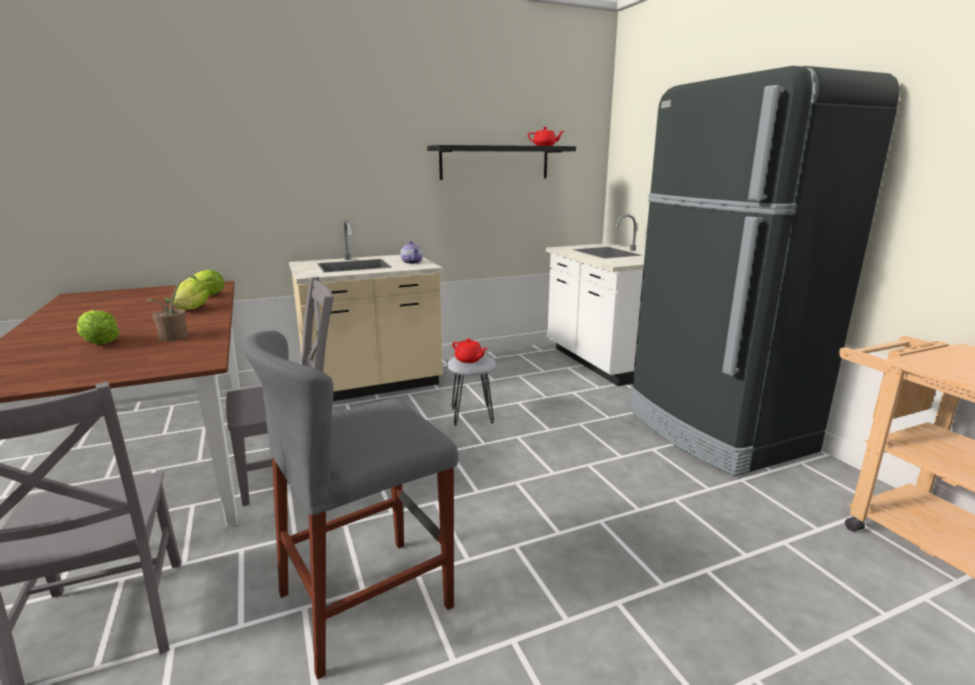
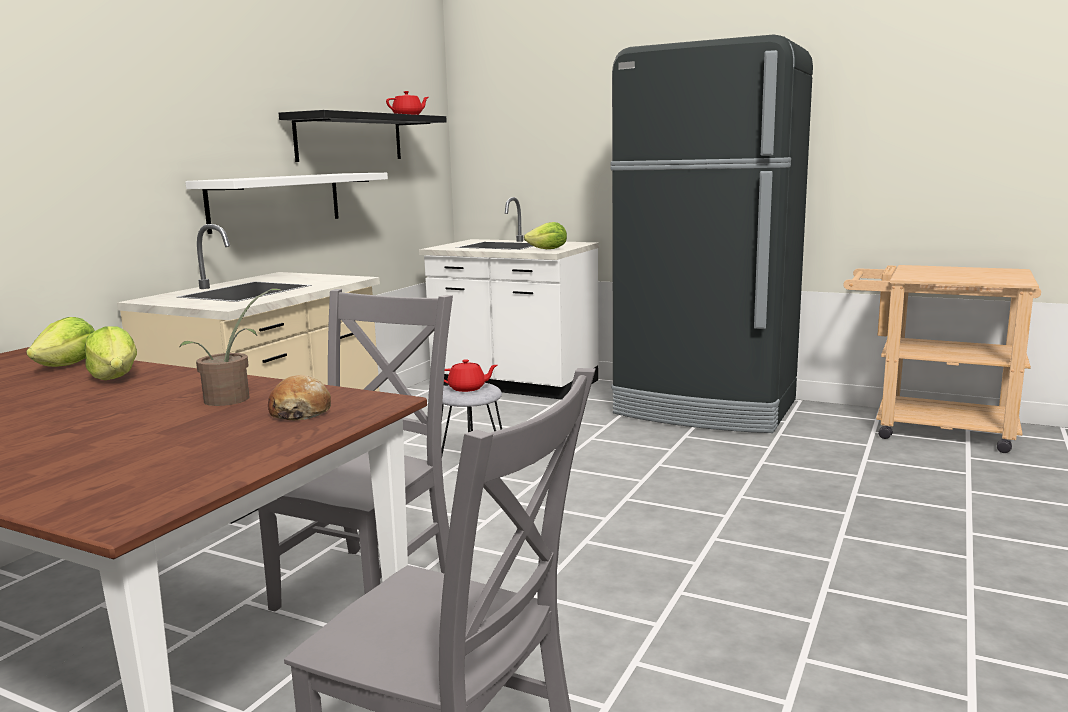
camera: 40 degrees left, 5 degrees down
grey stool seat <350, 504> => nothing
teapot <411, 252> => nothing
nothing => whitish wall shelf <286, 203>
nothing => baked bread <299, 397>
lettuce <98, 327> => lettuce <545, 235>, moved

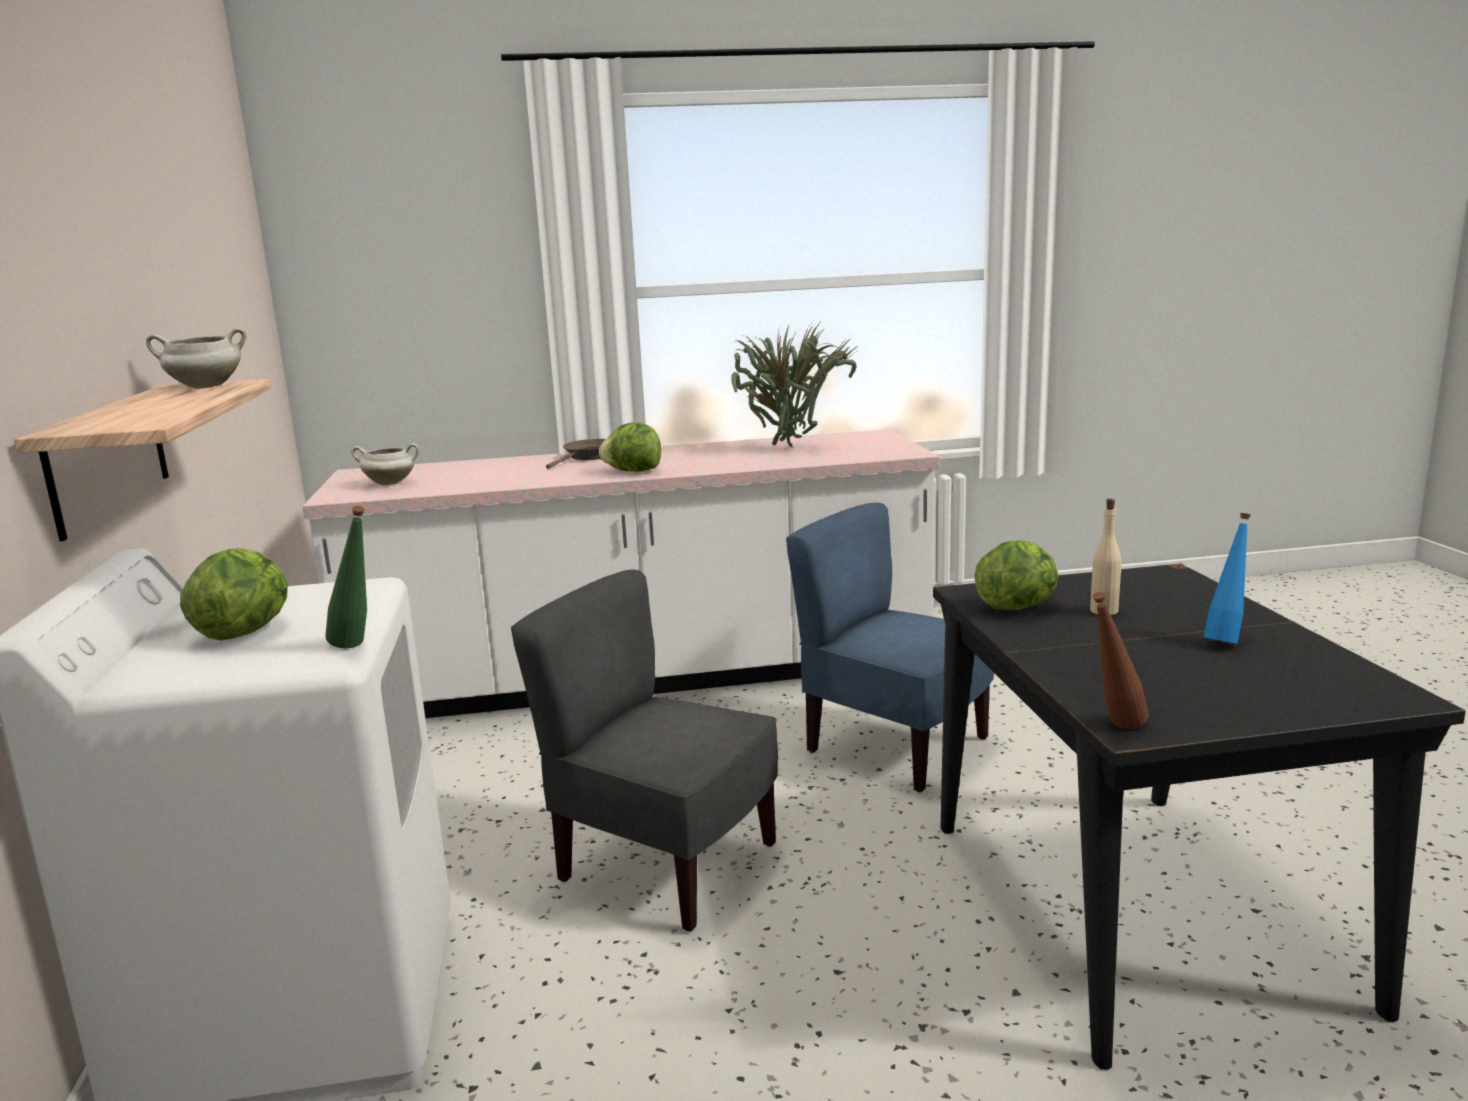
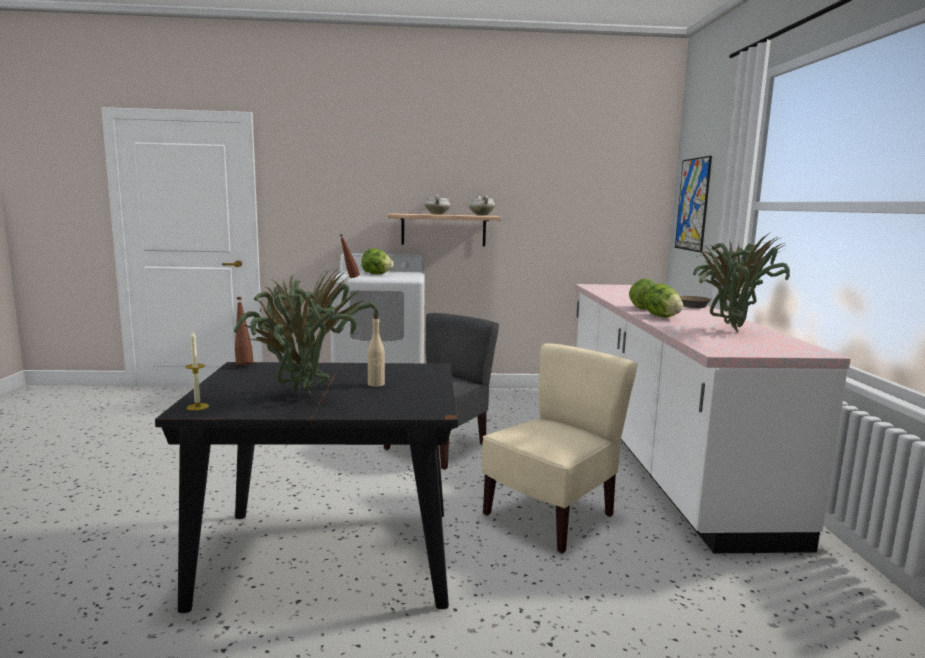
camera: 95 degrees right, 5 degrees down
nothing => wax light <197, 371>
nothing => wall picture <693, 204>
whitish cooking pot <385, 464> => whitish cooking pot <437, 205>, moved
lettuce <1016, 575> => lettuce <663, 300>, moved
bluish beverage bottle <1227, 578> => plant in a pot <306, 332>
green beverage bottle <346, 577> => brownish beverage bottle <349, 256>
bluish upright chair <890, 647> => sand-coloured upright chair <560, 448>

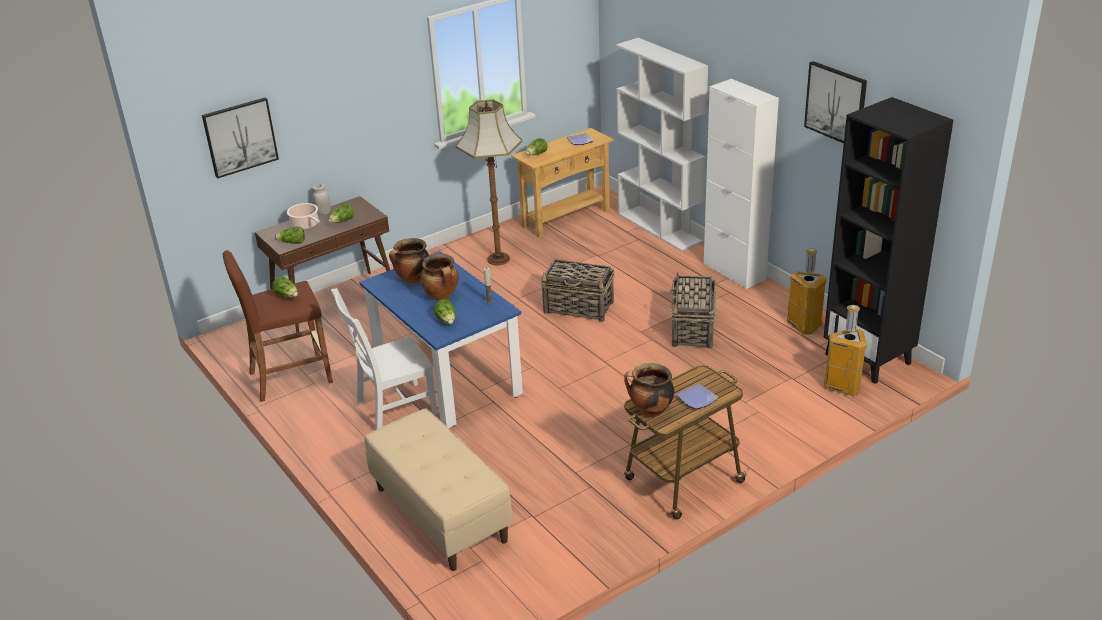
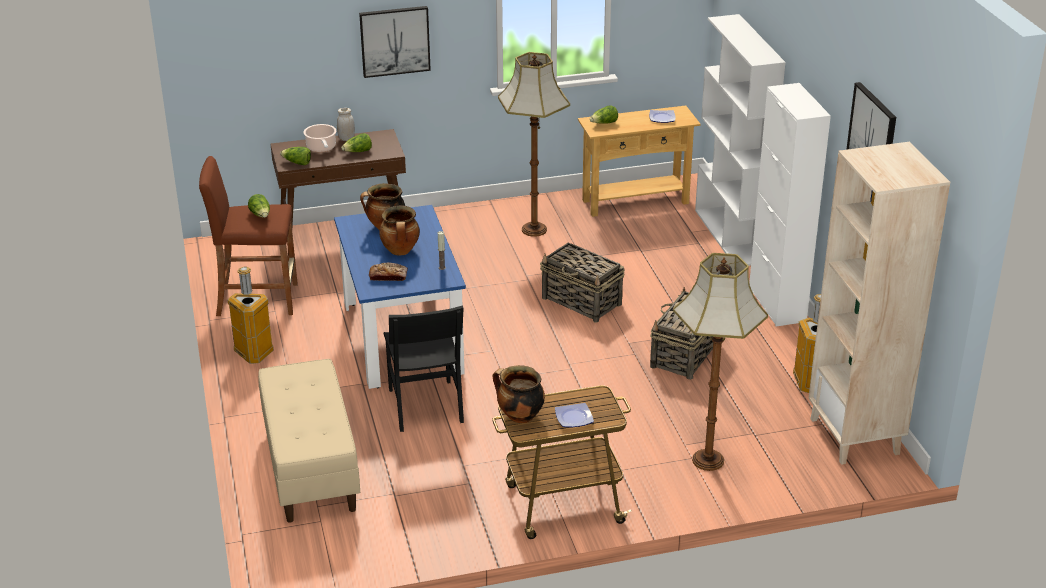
camera: 20 degrees right, 0 degrees up
whitish upright chair <384, 359> => nothing
nothing => black upright chair <424, 368>
nothing => standard lamp <720, 362>
wall picture <240, 138> => wall picture <395, 42>, moved
rubbish bin <845, 350> => rubbish bin <250, 315>, moved
lettuce <445, 311> => baked bread <388, 272>
black bookshelf <888, 240> => sand-coloured bookshelf <879, 303>

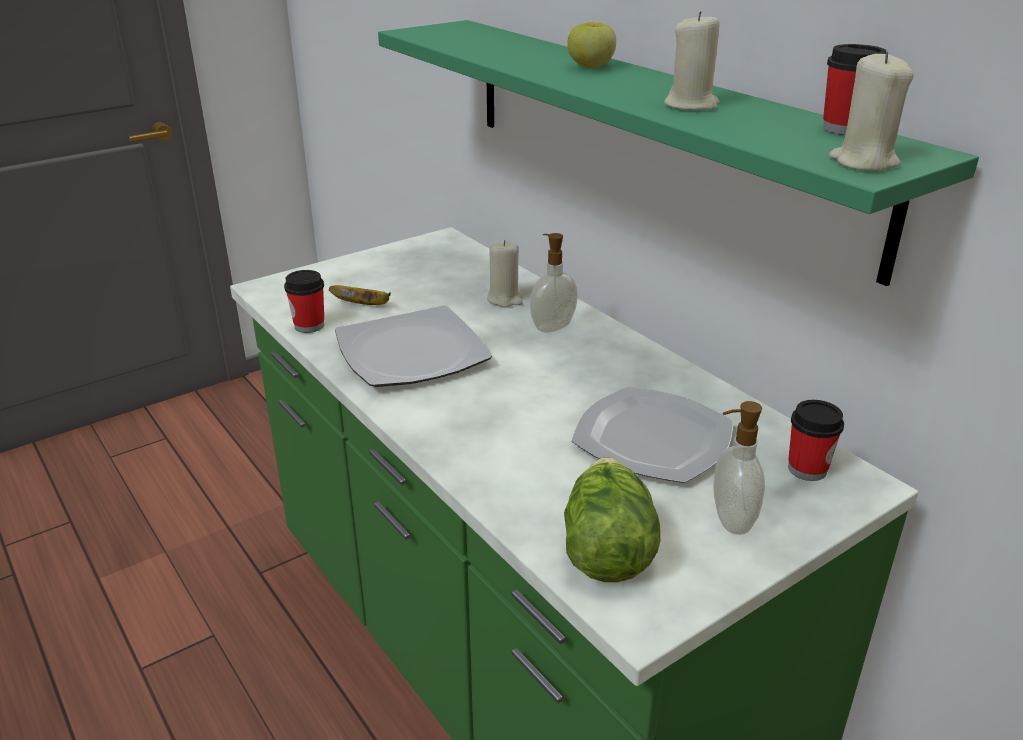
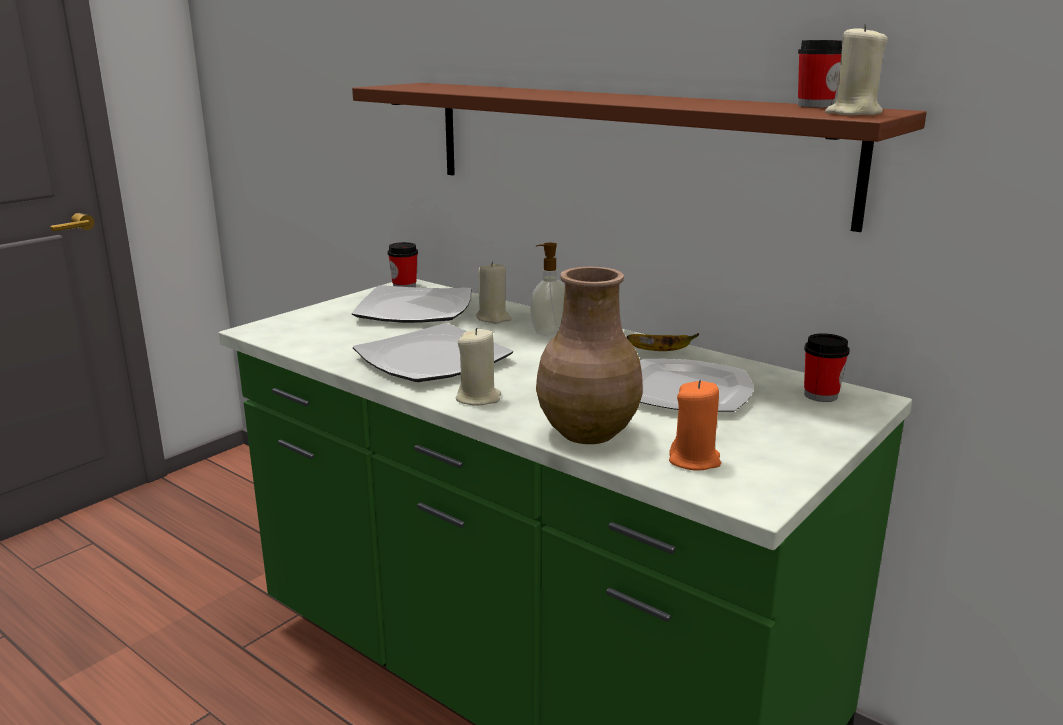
camera: 15 degrees left, 10 degrees down
apple <591, 45> => nothing
soap dispenser <739, 468> => nothing
nothing => dinner plate <411, 304>
nothing => brownish flower vase <589, 355>
drinking cup <304, 301> => drinking cup <403, 264>, moved
banana fruit <360, 295> => banana fruit <663, 342>, moved
sand-coloured wax light <691, 60> => sand-coloured wax light <478, 367>, moved
lettuce <612, 519> => orange wax light <695, 425>
green wall shelf <678, 153> => brownish wall shelf <639, 157>

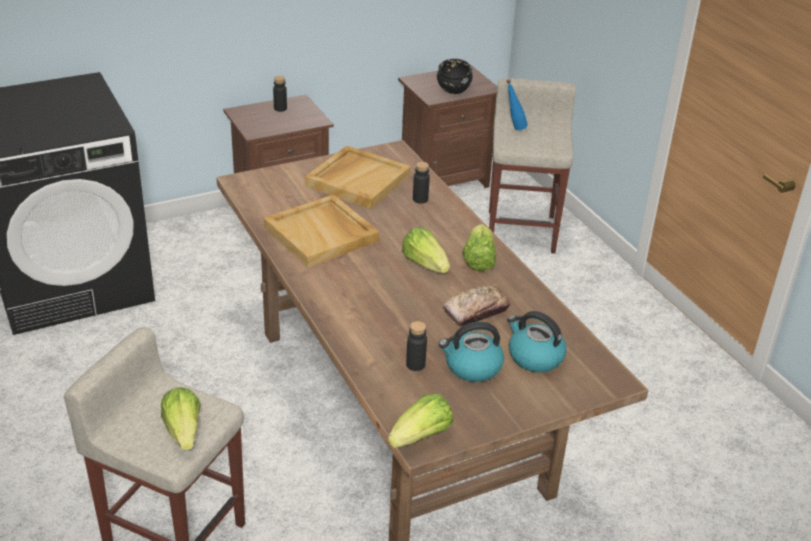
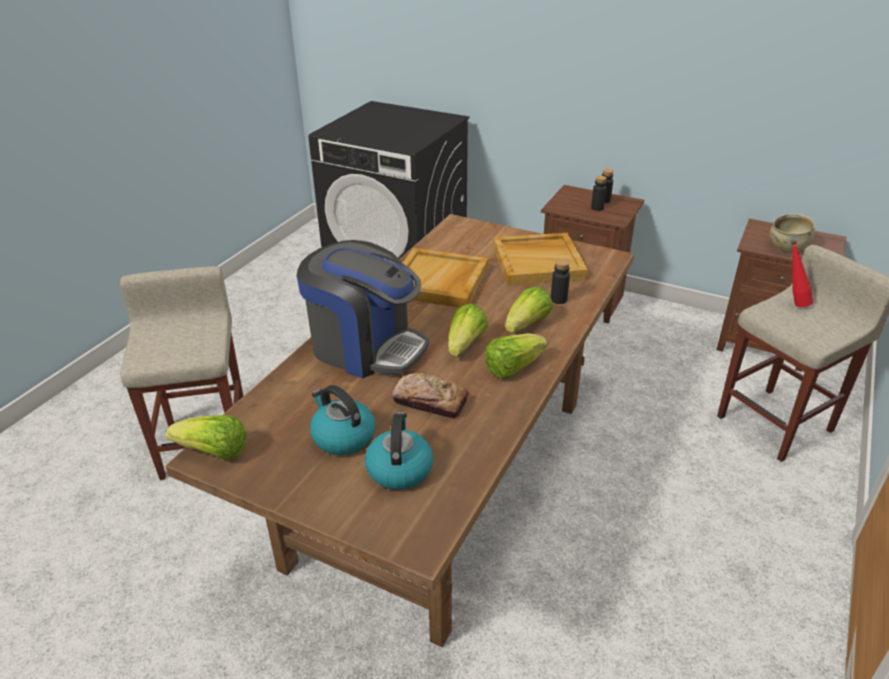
camera: 55 degrees right, 0 degrees up
nothing => coffee brewer <363, 309>
lettuce <181, 419> => lettuce <529, 309>, moved
black beverage bottle <416, 346> => black beverage bottle <598, 193>, moved
black serving bowl <455, 76> => sand-coloured serving bowl <792, 233>
bluish beverage bottle <517, 104> => reddish beverage bottle <802, 273>

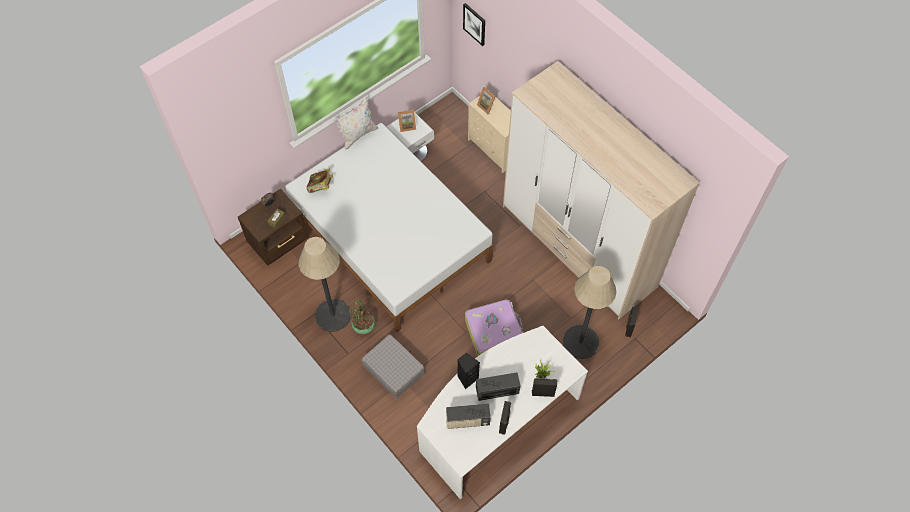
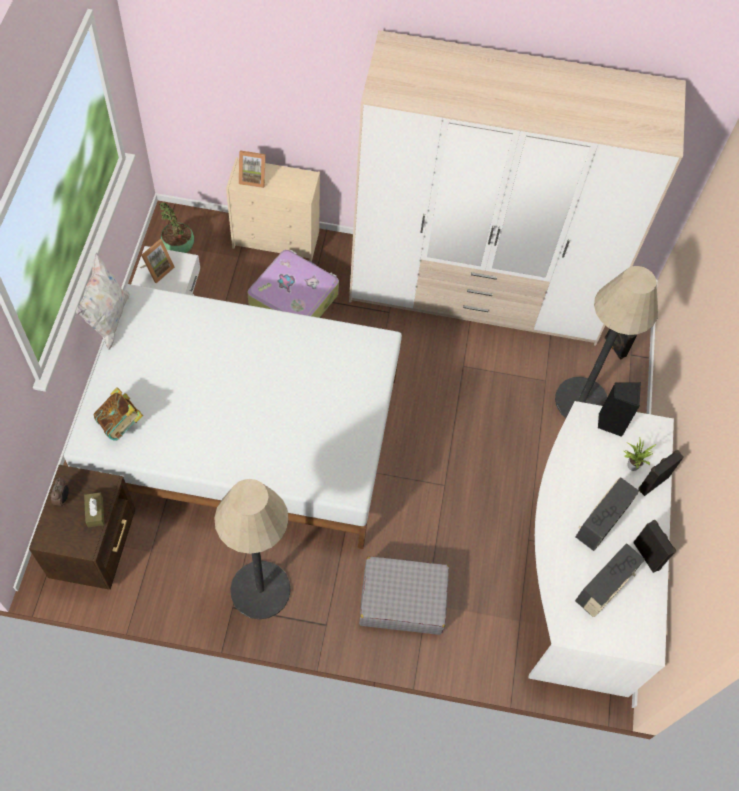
camera: 45 degrees left, 0 degrees up
wall picture <474, 24> => nothing
plant in a pot <363, 317> => plant in a pot <176, 228>, moved
black speaker <468, 371> => black speaker <619, 409>, moved
travel case <494, 327> => travel case <293, 284>, moved

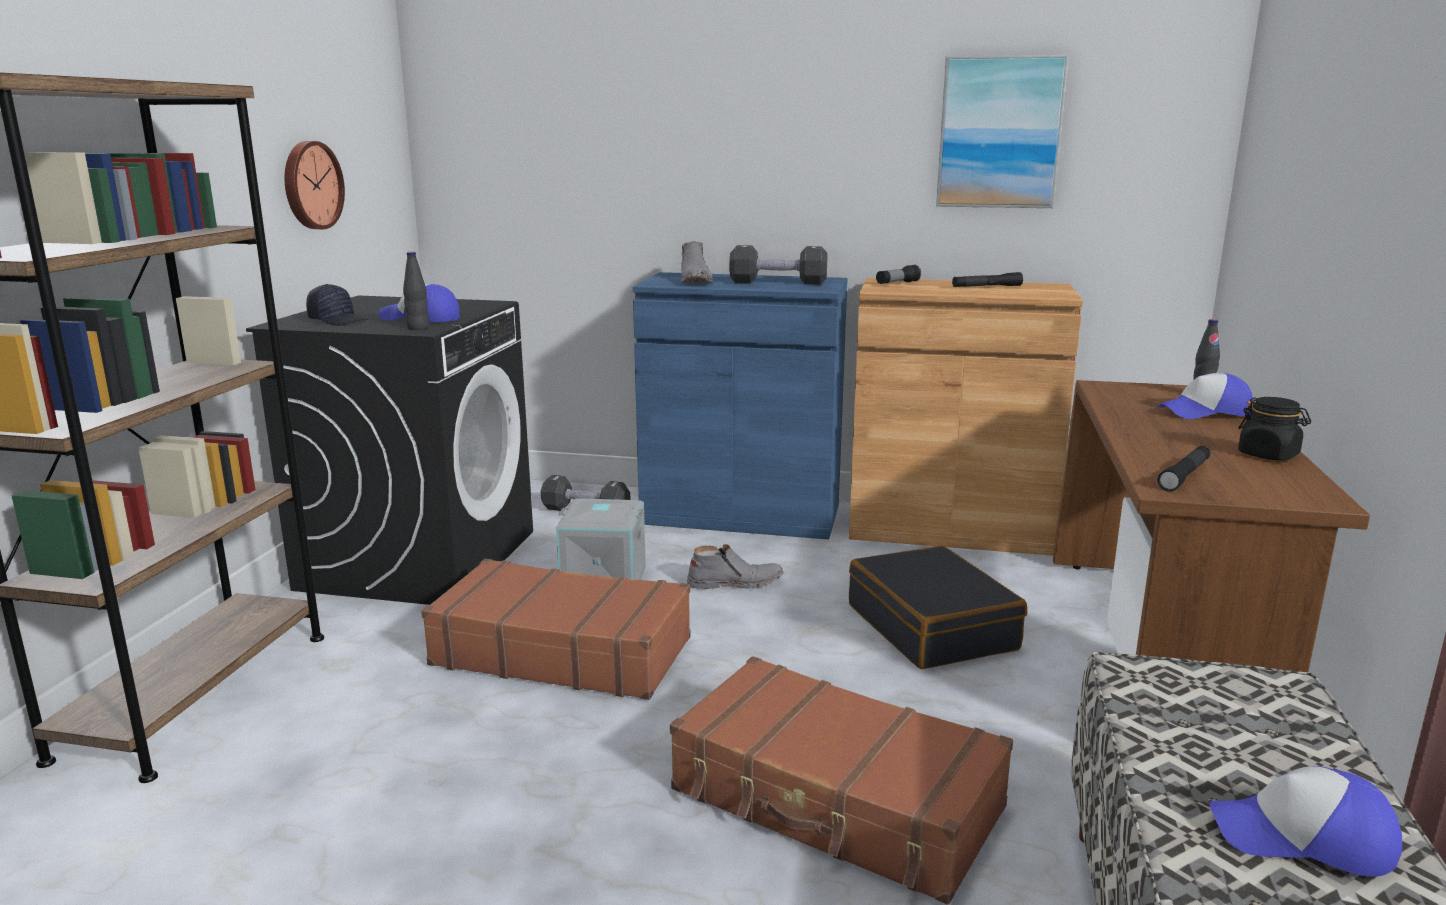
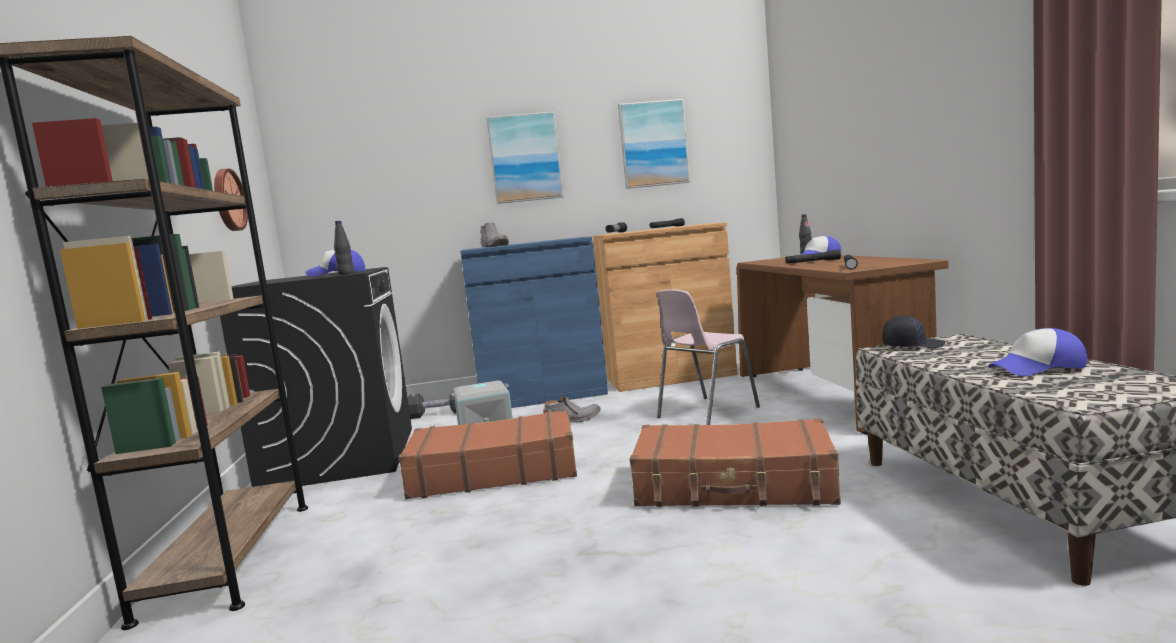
camera: 20 degrees left, 10 degrees down
black free weight <778, 265> => nothing
black jar <1274, 429> => nothing
nothing => wall picture <525, 157>
nothing => black hand torch <813, 257>
black peaked cap <337, 305> => black peaked cap <914, 331>, moved
black travel case <938, 607> => pink-coloured upright chair <708, 357>

